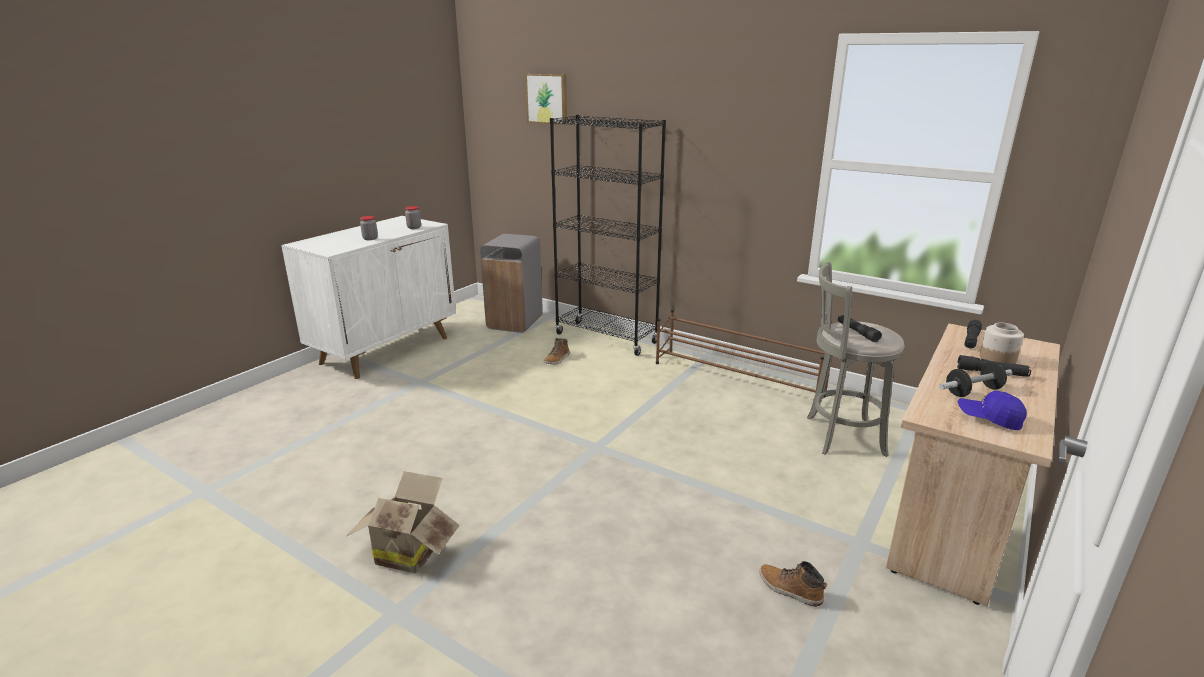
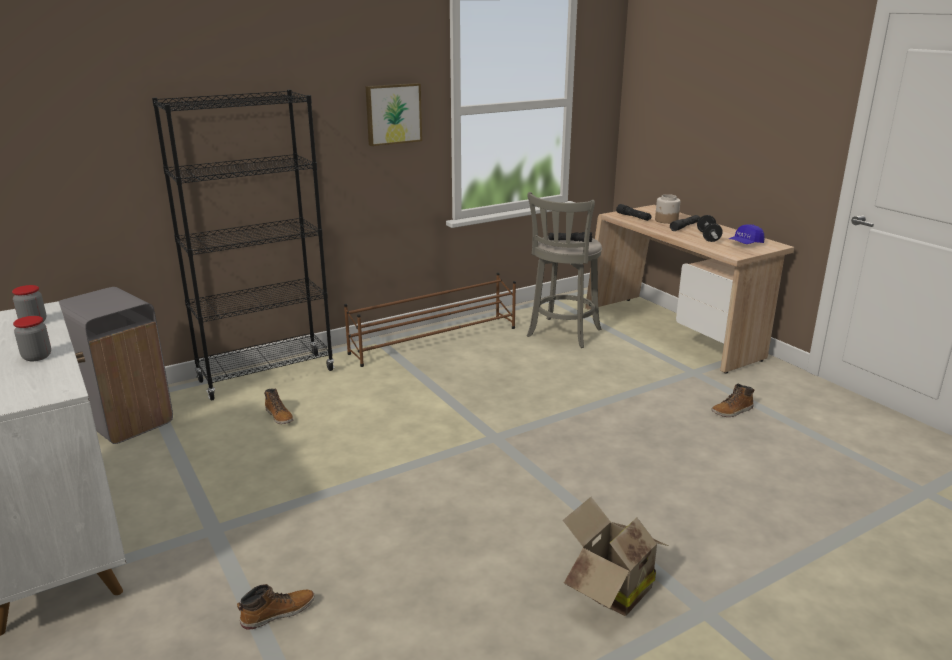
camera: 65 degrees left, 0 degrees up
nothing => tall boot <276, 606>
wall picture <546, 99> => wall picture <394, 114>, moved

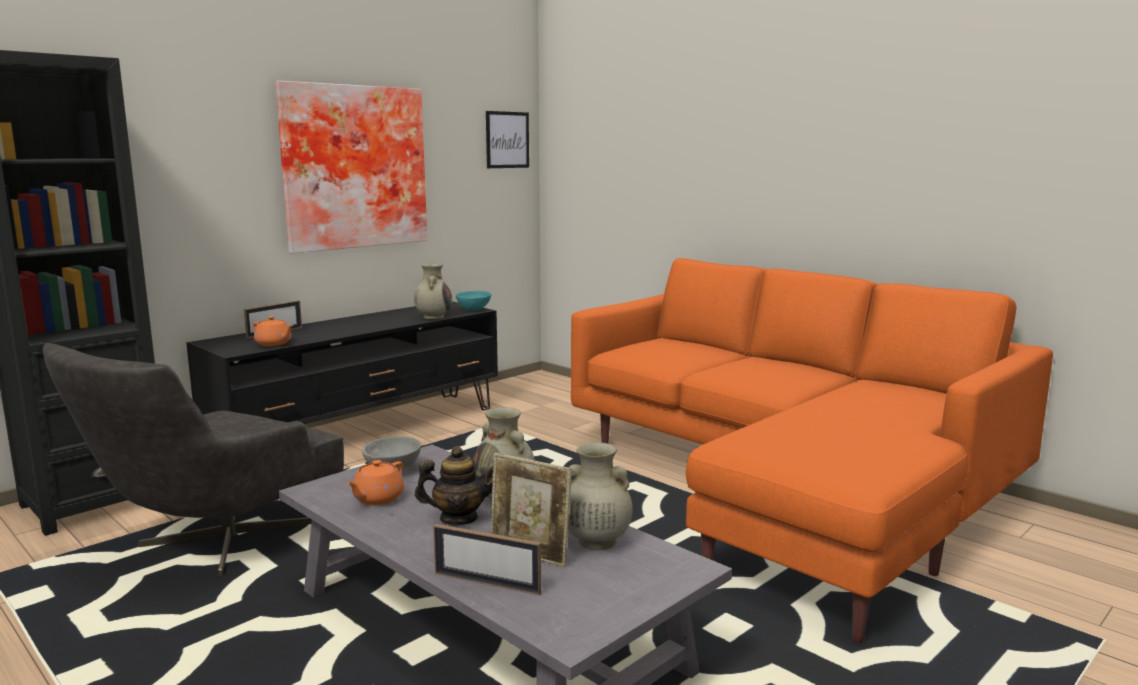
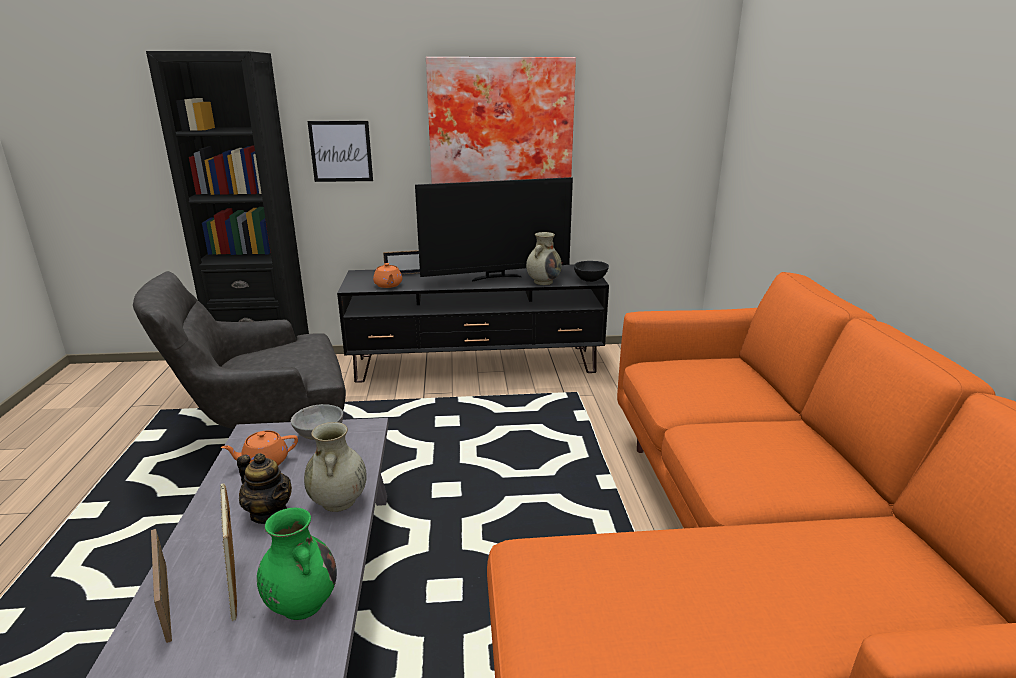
camera: 40 degrees right, 10 degrees up
nothing => television <494, 229>
wall picture <507, 139> => wall picture <340, 151>, moved
blue-green serving bowl <473, 301> => black serving bowl <591, 271>
sand-coloured flower vase <600, 496> => green flower vase <297, 564>

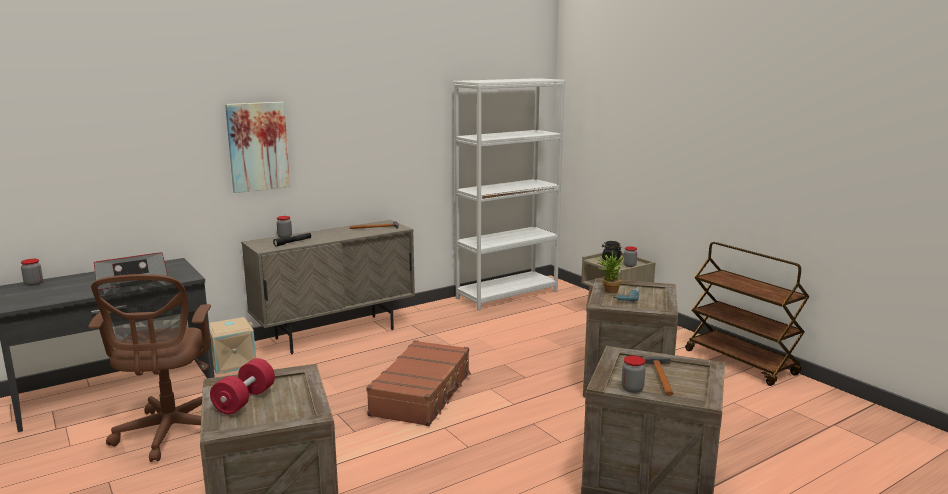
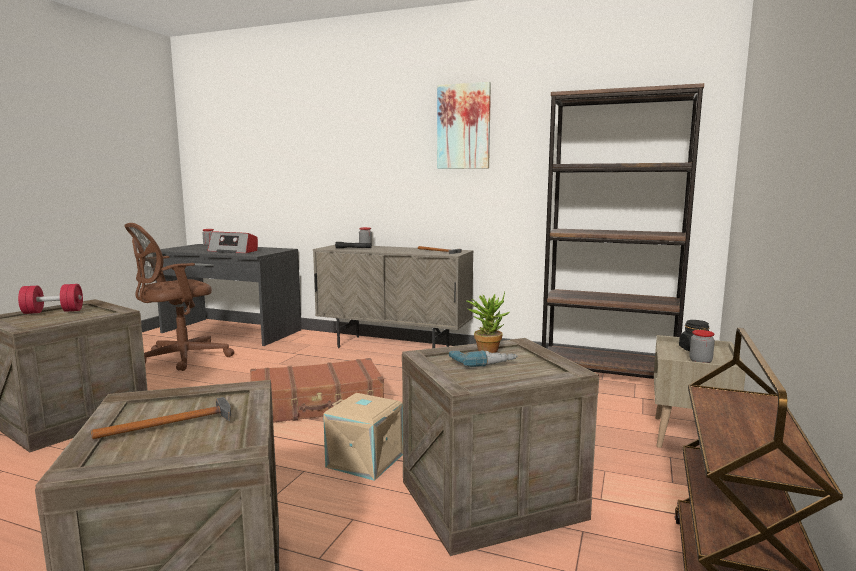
camera: 55 degrees right, 5 degrees down
jar <634, 374> => nothing
sand-coloured storage box <232, 345> => sand-coloured storage box <363, 437>, moved
wall picture <257, 147> => wall picture <464, 125>, moved
whitish bookshelf <509, 194> => brownish bookshelf <623, 231>

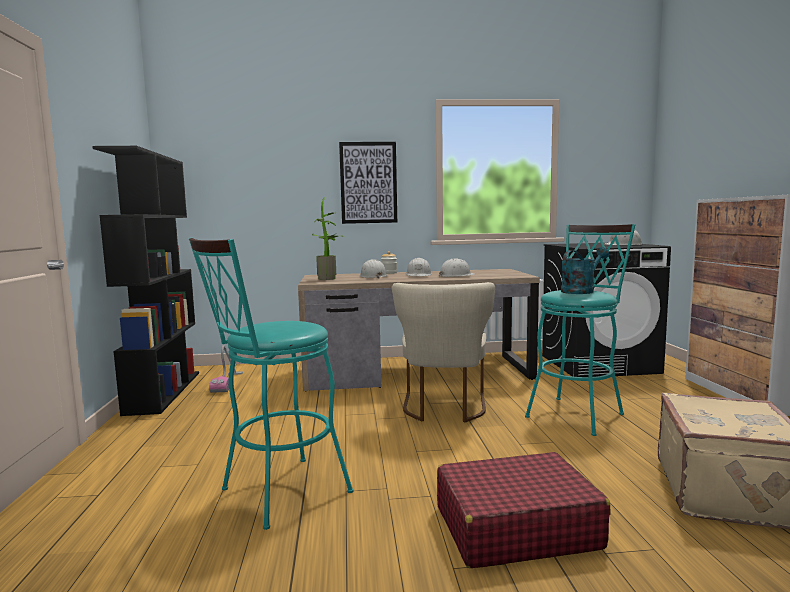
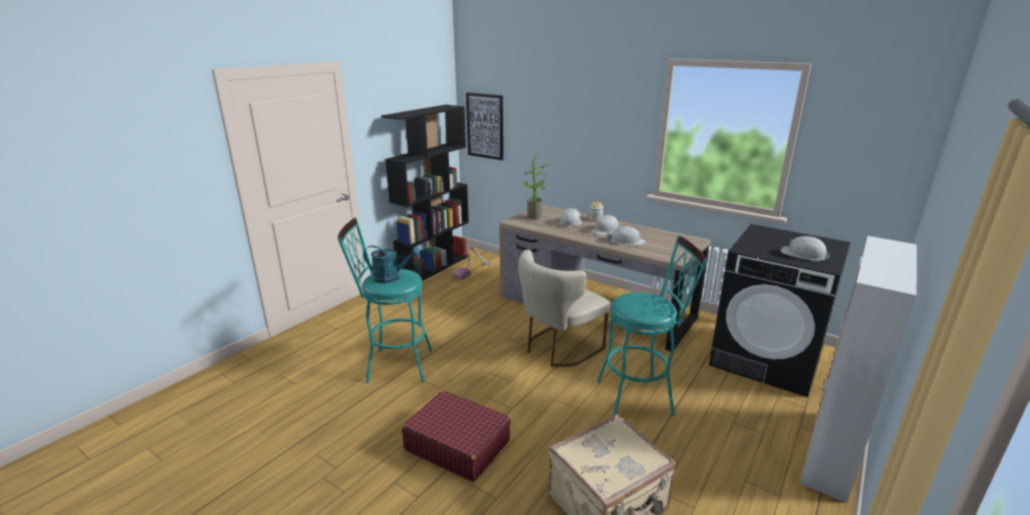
camera: 40 degrees right, 15 degrees up
wall picture <368, 183> => wall picture <484, 126>, moved
blue-green sprinkling can <585, 270> => blue-green sprinkling can <392, 264>, moved

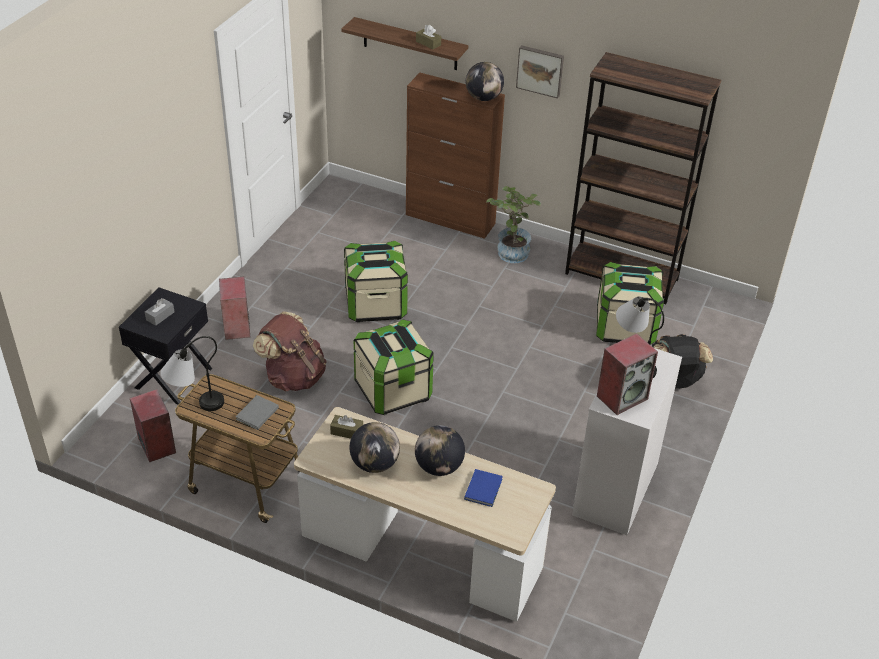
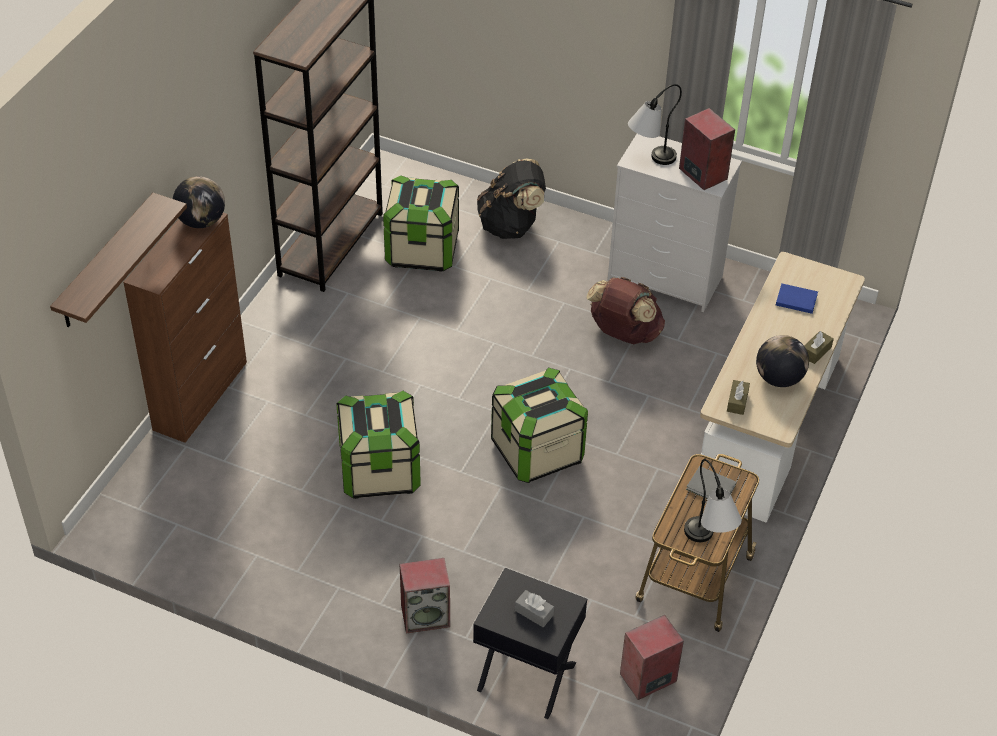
camera: 90 degrees left, 5 degrees up
world globe <440, 450> => nothing
plant in a pot <513, 224> => nothing
wall picture <540, 72> => nothing
brownish rucksack <290, 351> => brownish rucksack <625, 310>, moved
brownish tissue holder <428, 37> => brownish tissue holder <819, 347>, moved

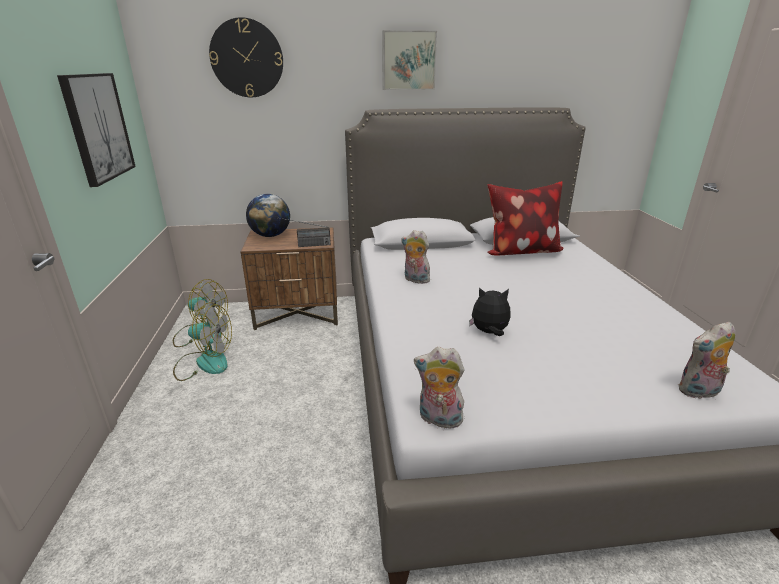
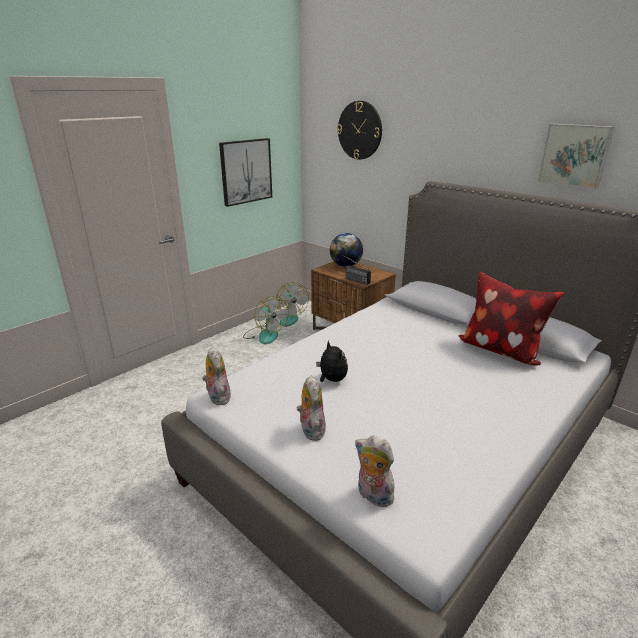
camera: 50 degrees right, 0 degrees up
wall picture <409, 60> => wall picture <576, 156>, moved
plush toy <415, 257> => plush toy <311, 408>, moved

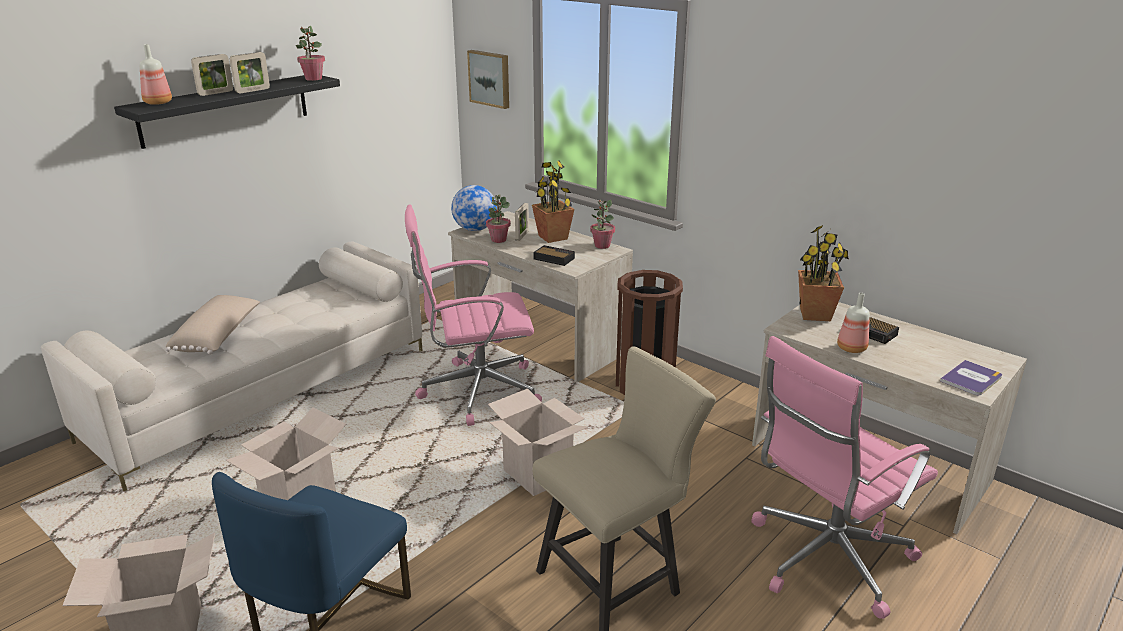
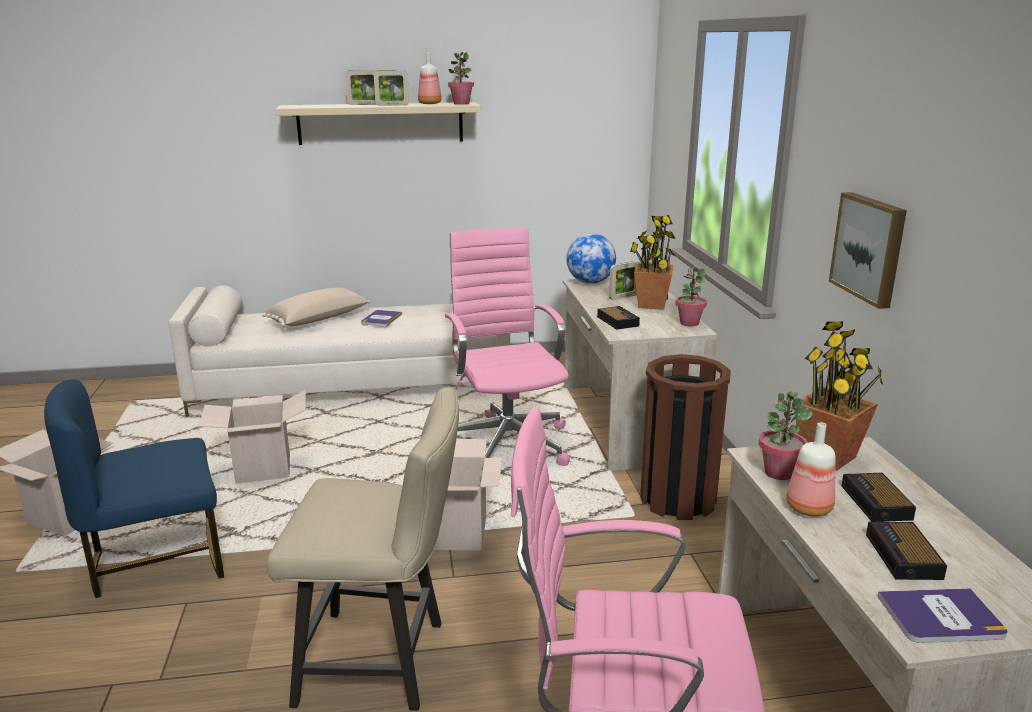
camera: 40 degrees right, 5 degrees down
nothing => bound book <381, 318>
nothing => bedside clock <906, 551>
beverage bottle <156, 74> => beverage bottle <429, 78>, moved
wall picture <488, 79> => wall picture <868, 250>, moved
plant in a pot <498, 218> => plant in a pot <786, 435>, moved
black wall shelf <227, 112> => sand-coloured wall shelf <378, 123>
pink-coloured desk chair <473, 315> => pink-coloured desk chair <507, 346>, 45 degrees clockwise

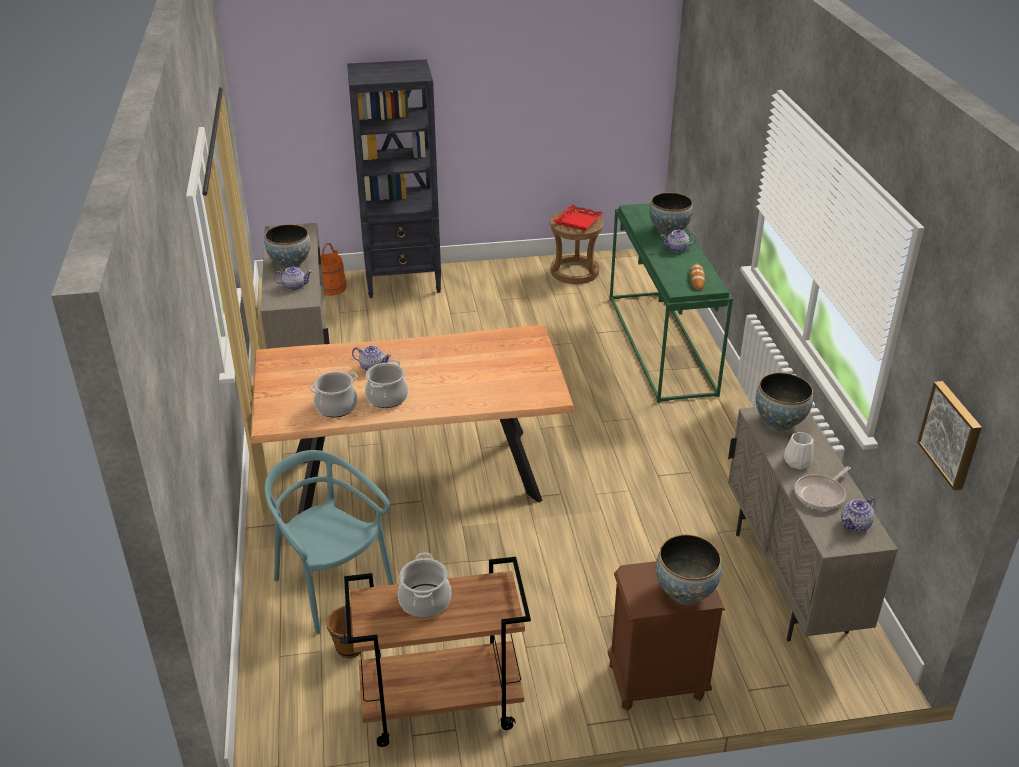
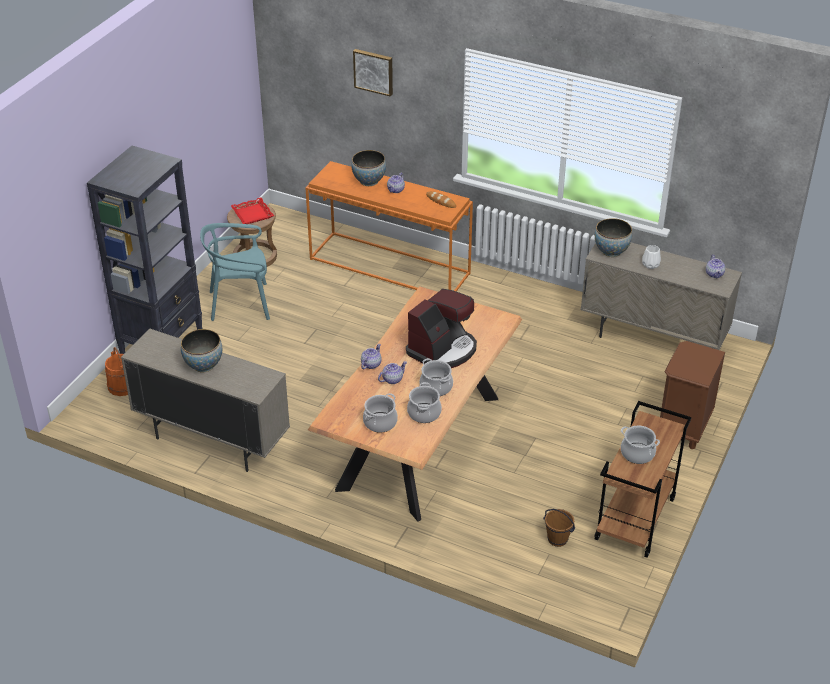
camera: 55 degrees left, 5 degrees up
serving bowl <689, 569> => nothing
skillet <822, 488> => nothing
nothing => cooking pot <380, 413>
nothing => coffee brewer <441, 328>
blue-green upright chair <329, 542> => blue-green upright chair <235, 272>, moved
teapot <293, 278> => teapot <371, 356>, moved
wall picture <950, 435> => wall picture <373, 73>, moved
green hall table <671, 303> => orange hall table <389, 226>

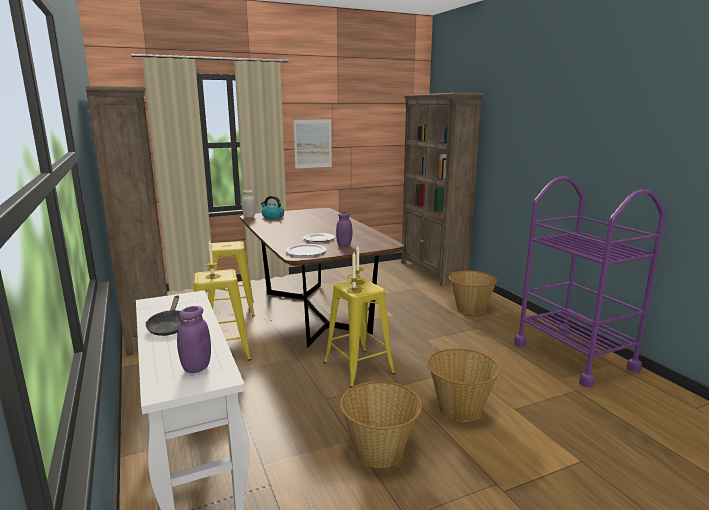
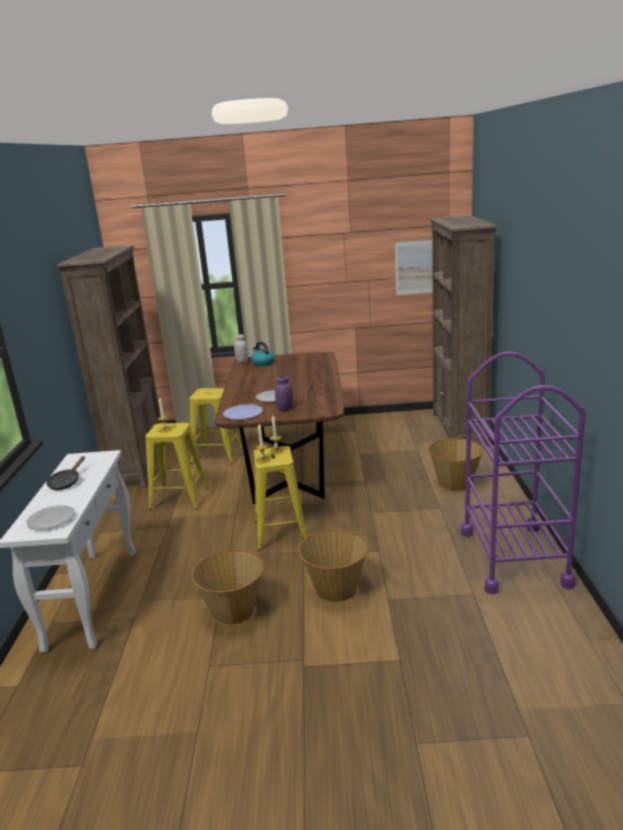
camera: 25 degrees right, 5 degrees up
wall picture <313, 144> => wall picture <414, 267>, moved
purple-coloured jar <194, 339> => dinner plate <50, 517>

